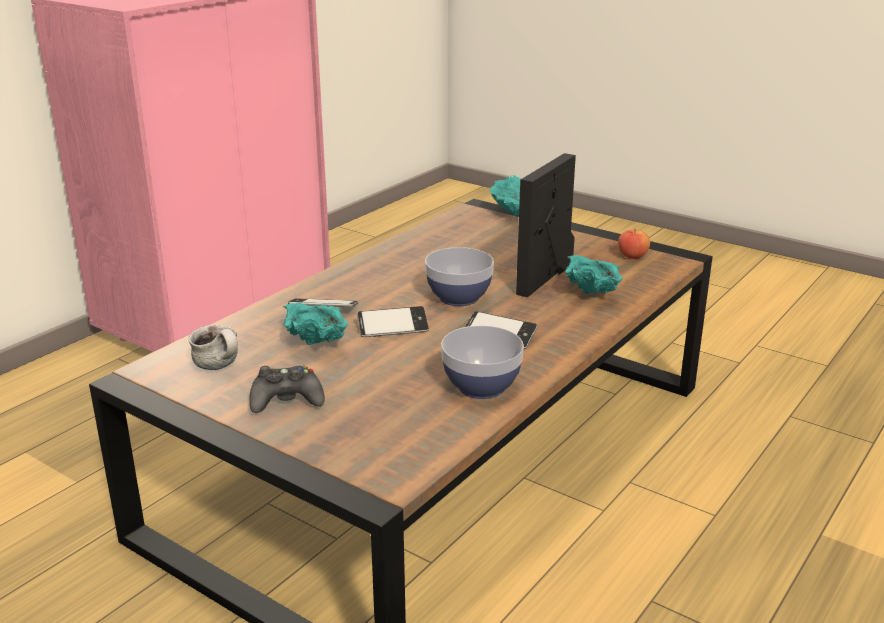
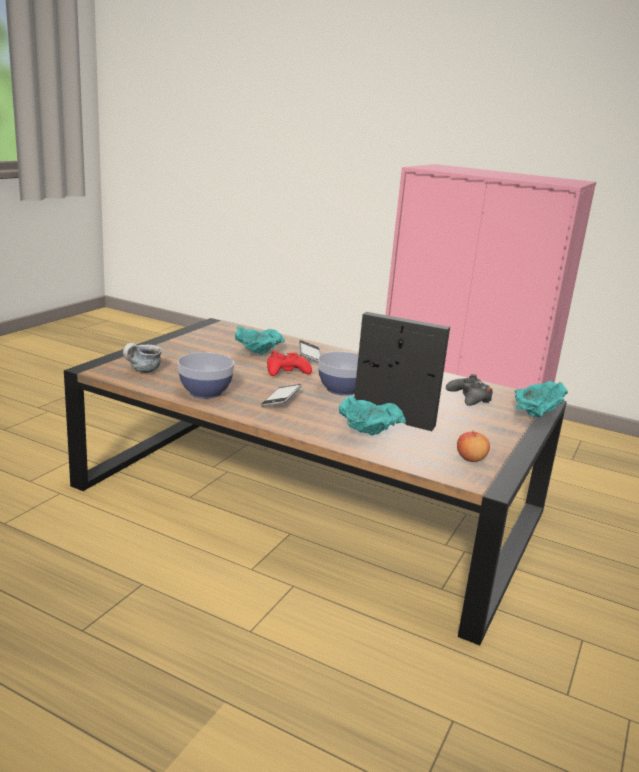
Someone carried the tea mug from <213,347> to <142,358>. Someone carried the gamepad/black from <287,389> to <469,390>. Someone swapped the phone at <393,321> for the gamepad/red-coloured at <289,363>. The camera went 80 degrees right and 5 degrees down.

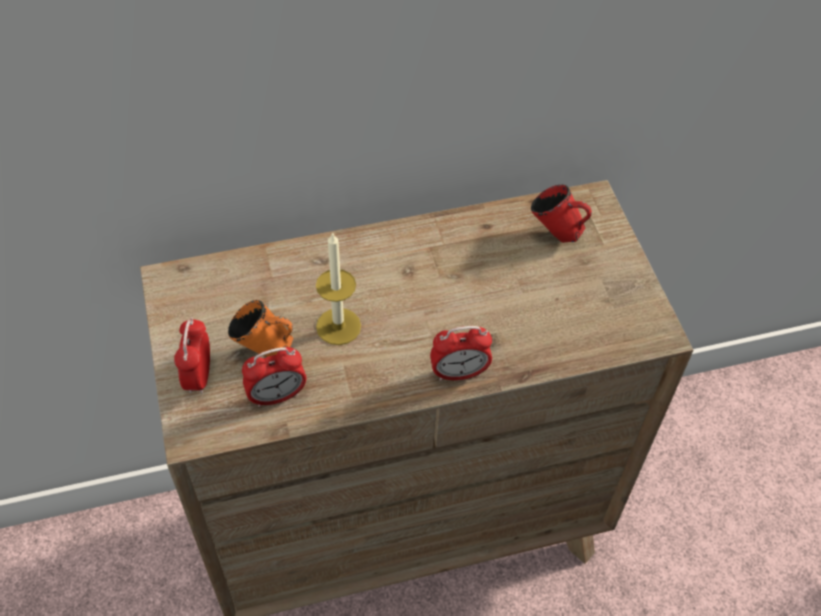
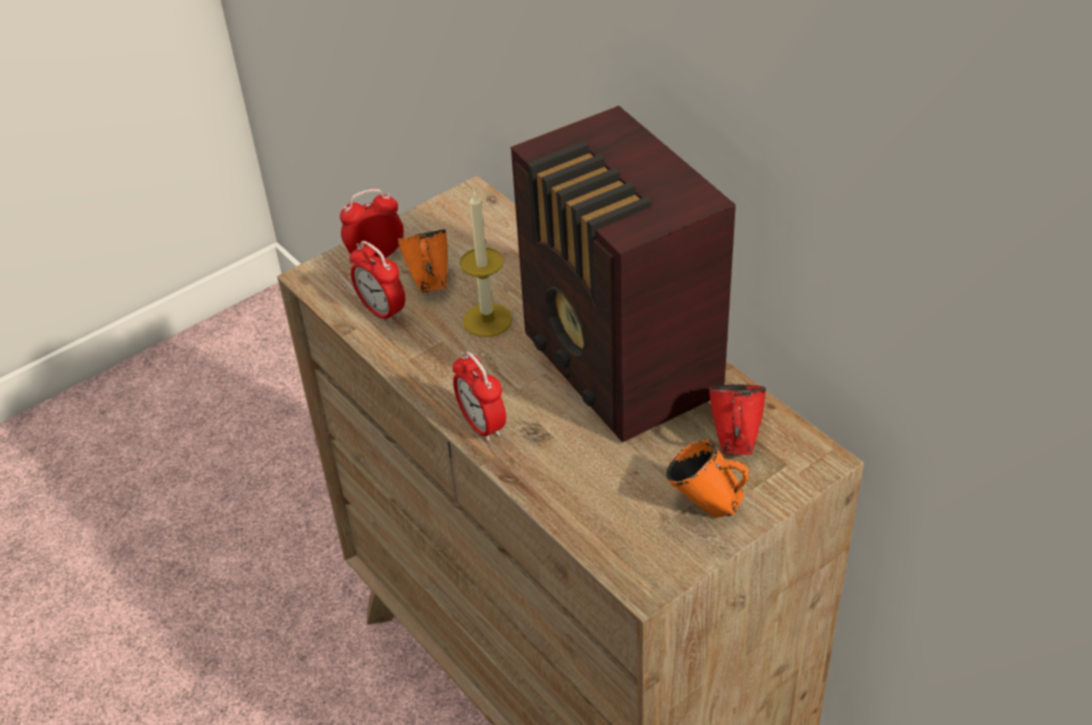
Someone put down the radio at <623,274>. Someone put down the tea mug/orange-coloured at <708,478>. The camera went 70 degrees right and 10 degrees down.

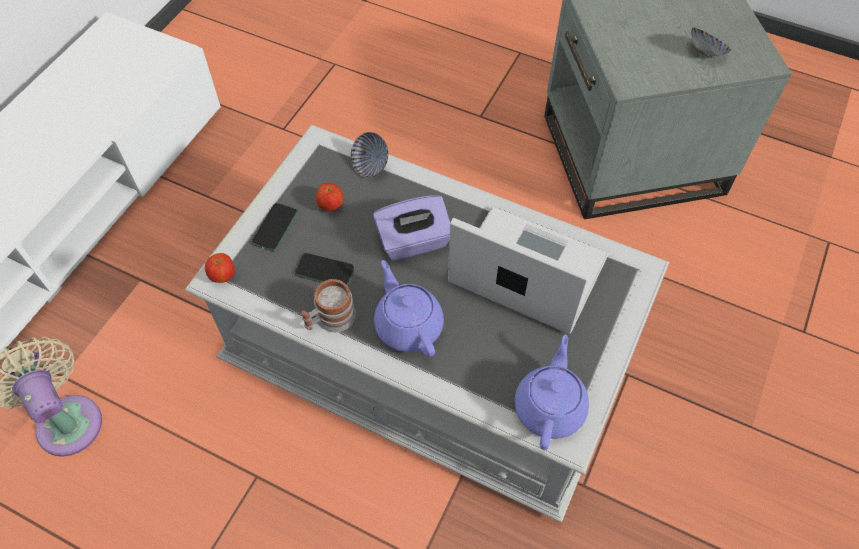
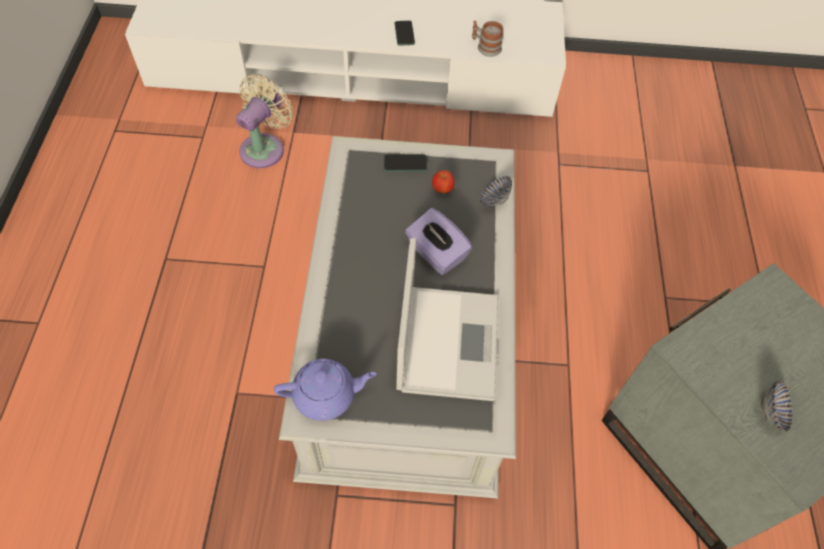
Someone took away the apple at <220,268>. Someone carried the phone from <324,269> to <405,33>. Someone carried the tea mug from <328,305> to <488,39>. Someone took away the pot for tea/purplish at <409,308>. The camera went 65 degrees right and 0 degrees up.

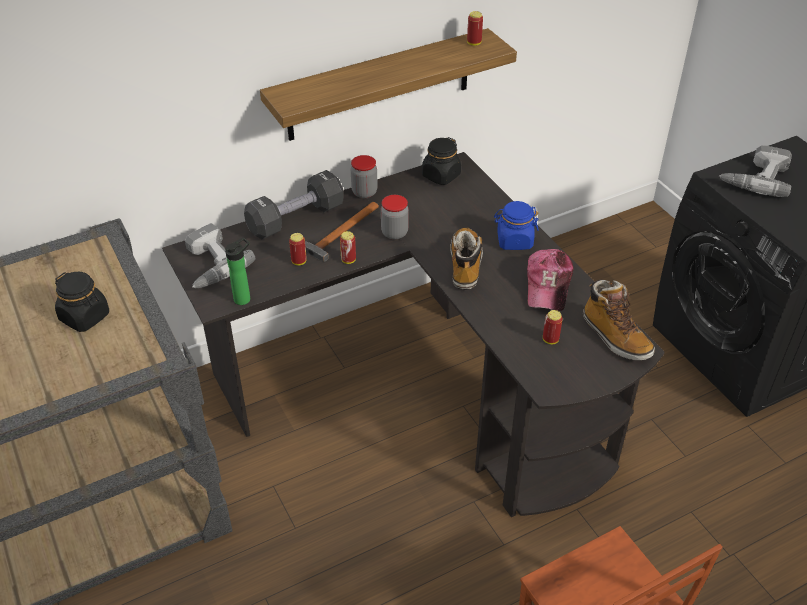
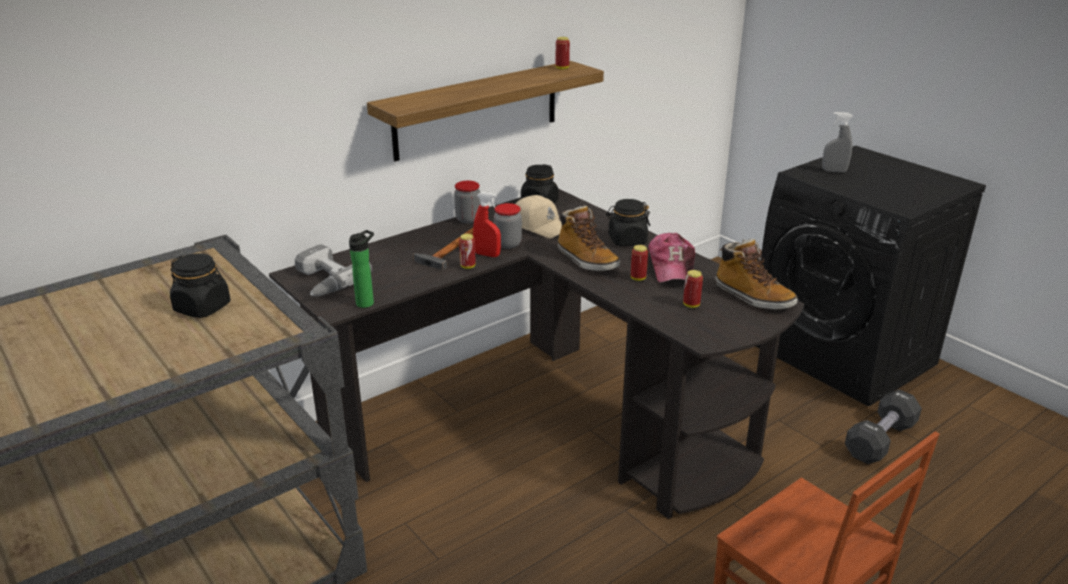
Someone carried the dumbbell/black from <294,204> to <883,426>. Someone carried the sealed can from <298,249> to <639,263>. Someone rotated the boot at <466,259> by 150 degrees clockwise. Someone repainted the jar/bluish at <516,225>, which became the jar/black at <628,222>. Someone swapped the drill at <755,171> for the hand sprayer/greyish at <837,142>. Someone put down the hand sprayer/red-coloured at <487,224>. Someone put down the peaked cap/sand-coloured at <539,216>. The camera went 10 degrees left and 15 degrees down.

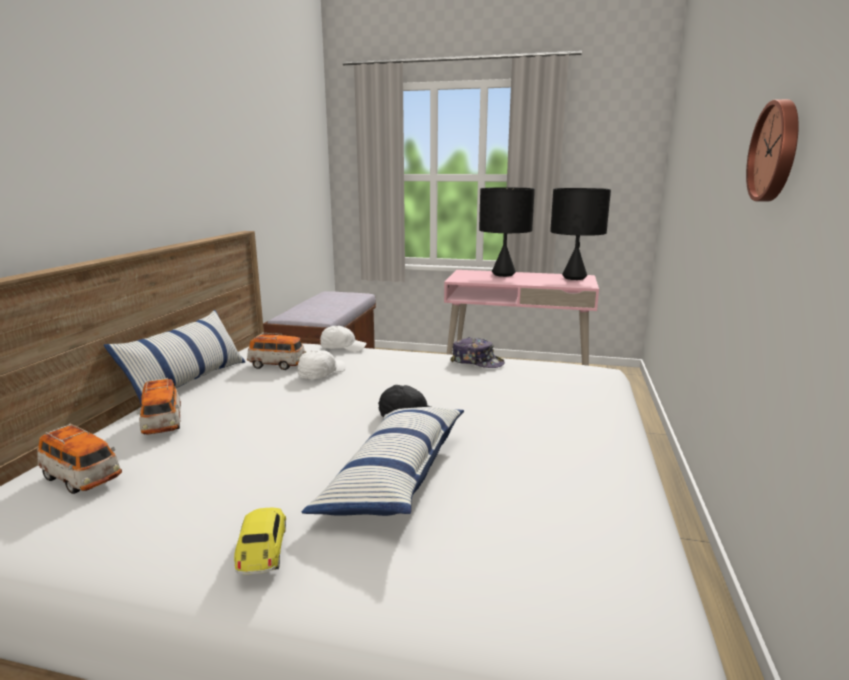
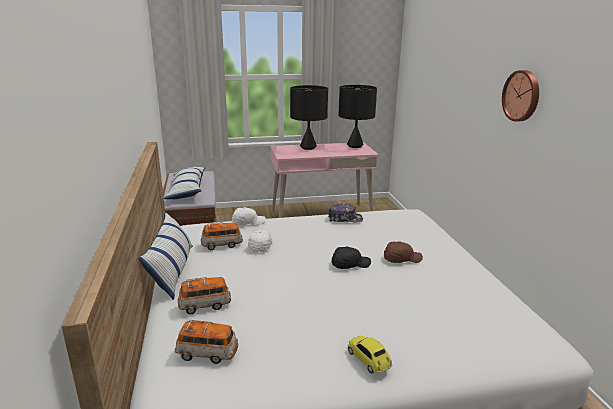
Someone rotated the toy car at <159,406> by 60 degrees counterclockwise. Someone carried the pillow from <383,461> to <185,183>. Someone put down the peaked cap/brown at <403,252>. The camera went 25 degrees left and 5 degrees up.

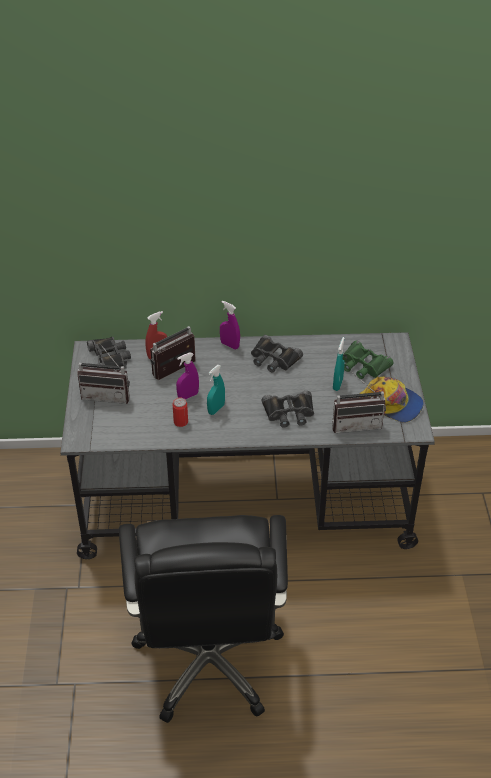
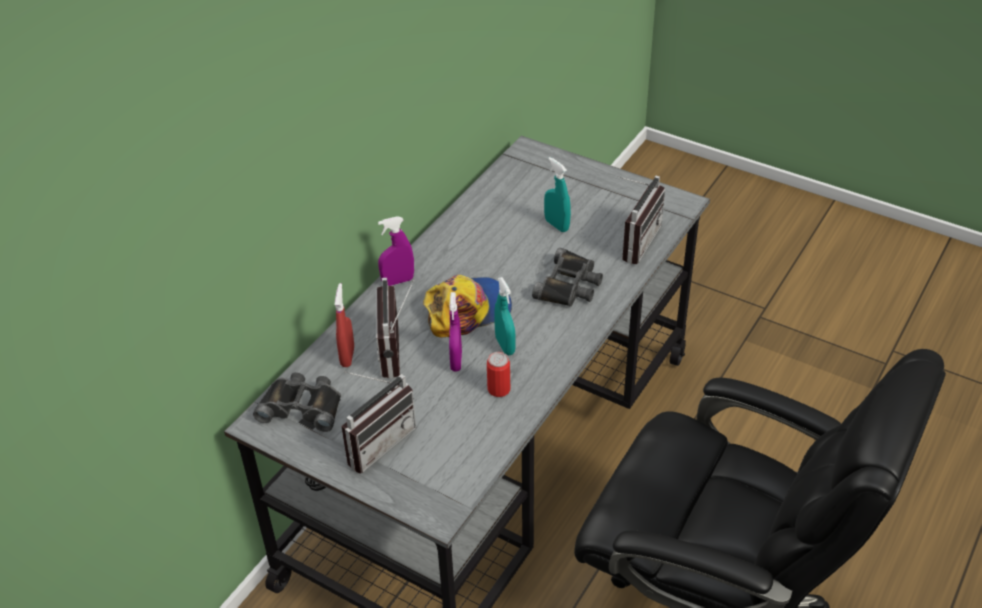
Someone took away the binoculars/black at <277,354>. Someone took away the binoculars/green-coloured at <368,359>. Someone carried the peaked cap from <391,400> to <467,306>. The camera went 55 degrees left and 0 degrees up.

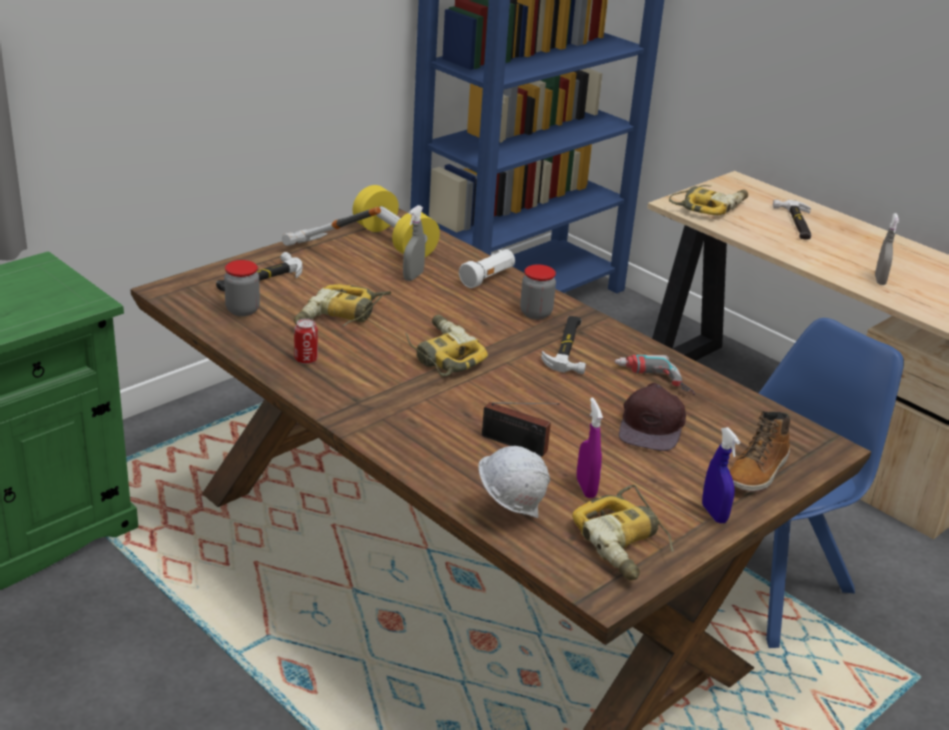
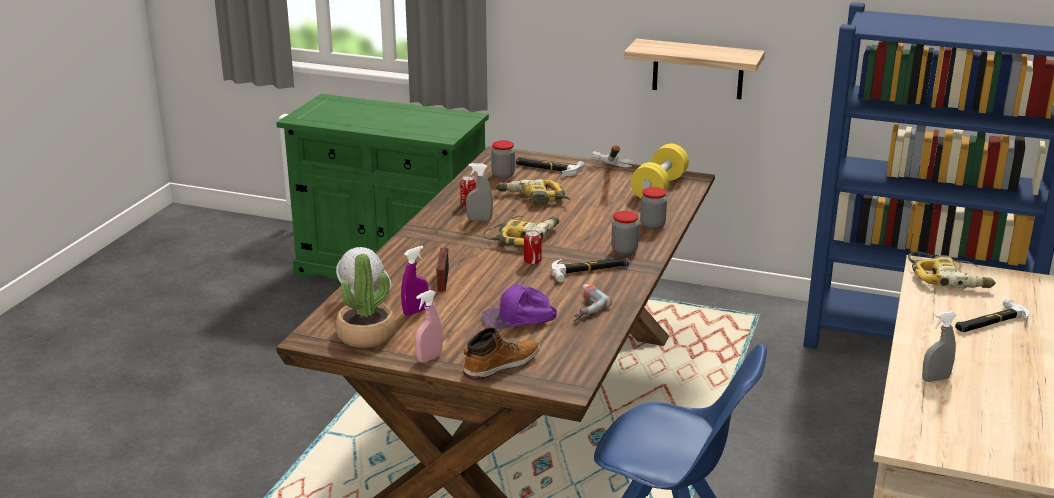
Someone carried the hand sprayer/greyish from <414,243> to <479,192>. Someone swapped the torch/whitish at <487,268> for the jar at <653,208>. Someone swapped the drill at <622,532> for the houseplant at <365,301>. Someone repainted the peaked cap/brown at <652,417>, which became the peaked cap/purplish at <519,306>. Someone repainted the hand sprayer/bluish at <721,475>, which became the hand sprayer/pinkish at <429,326>. Someone rotated the boot at <759,451> by 135 degrees clockwise. Someone put down the sealed can at <532,247>. Someone put up the bracket shelf at <694,69>. The camera went 65 degrees right and 5 degrees down.

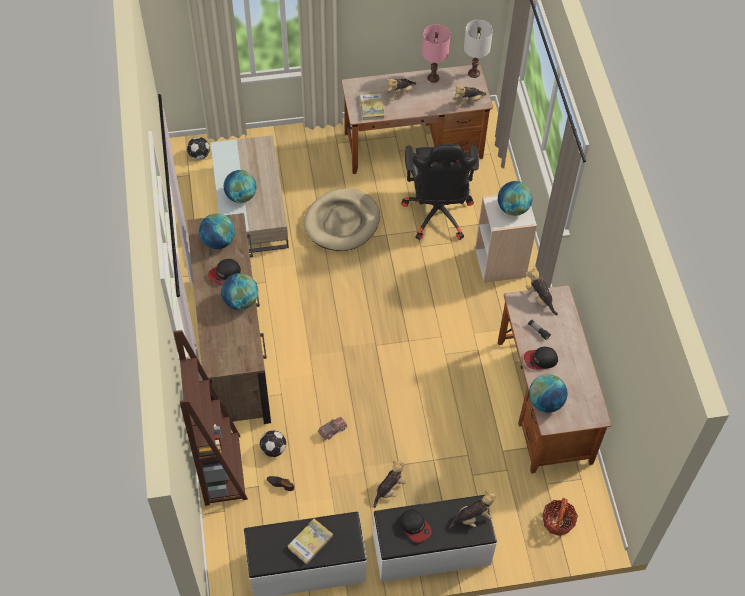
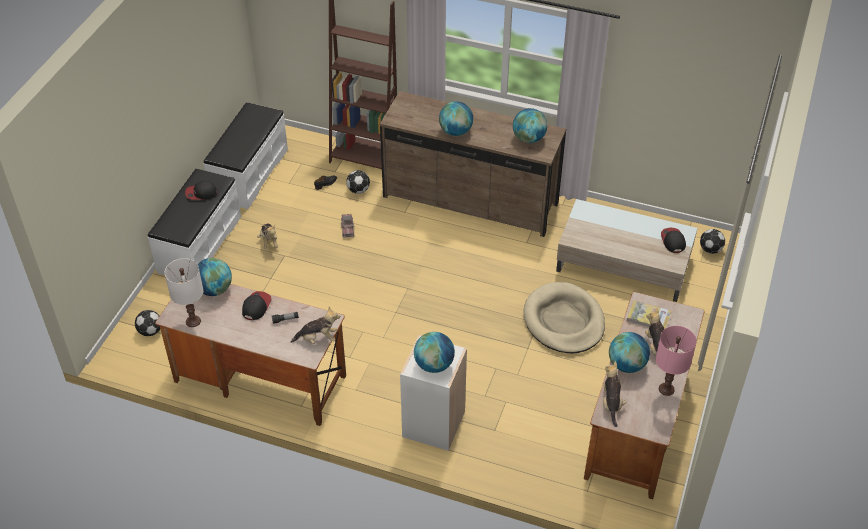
Someone carried the peaked cap from <224,272> to <673,240>. Someone carried the world globe from <240,186> to <629,352>. Someone took away the book at <310,541>. Someone took away the desk chair/black at <440,192>. Someone took away the soft toy at <472,510>. Someone carried the tabletop lamp/whitish from <478,49> to <184,292>. Someone swapped the basket at <560,517> for the ball for football at <147,323>. The camera went 120 degrees right and 10 degrees down.

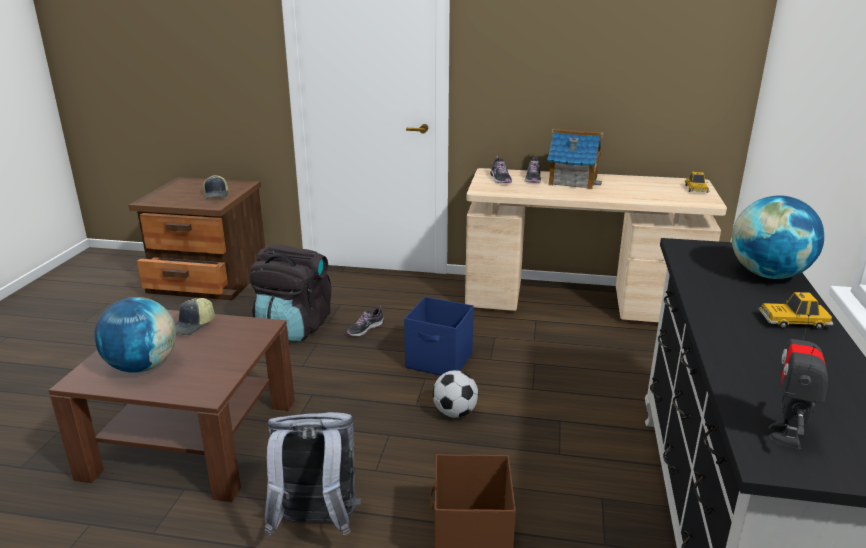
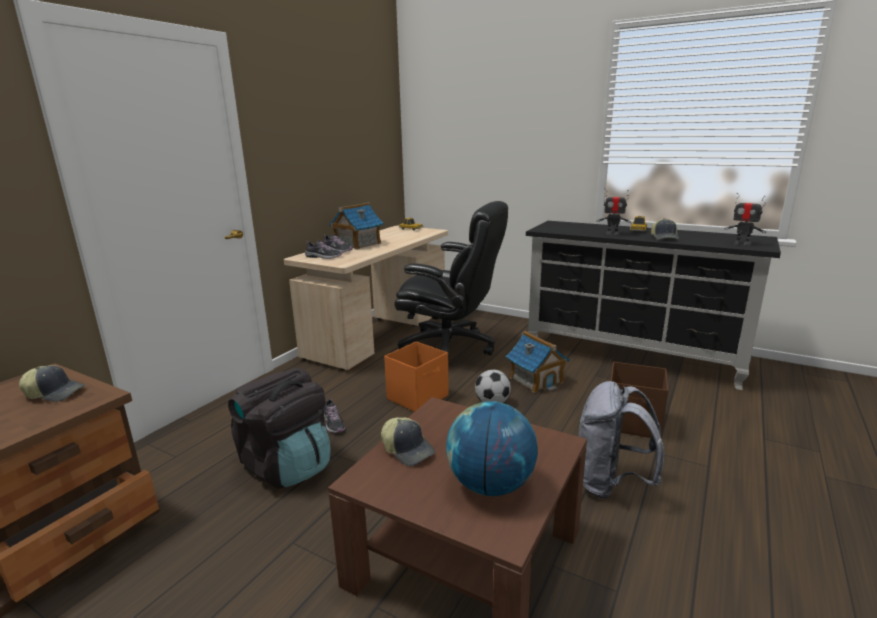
Someone repainted the storage bin/bluish at <439,336>, which became the storage bin/orange-coloured at <416,377>. Someone took away the world globe at <777,237>. Someone put down the desk chair/black at <451,279>. Someone put down the toy house at <538,362>. Someone put down the model robot at <614,212>. Someone put down the peaked cap at <665,229>. The camera went 70 degrees left and 5 degrees down.

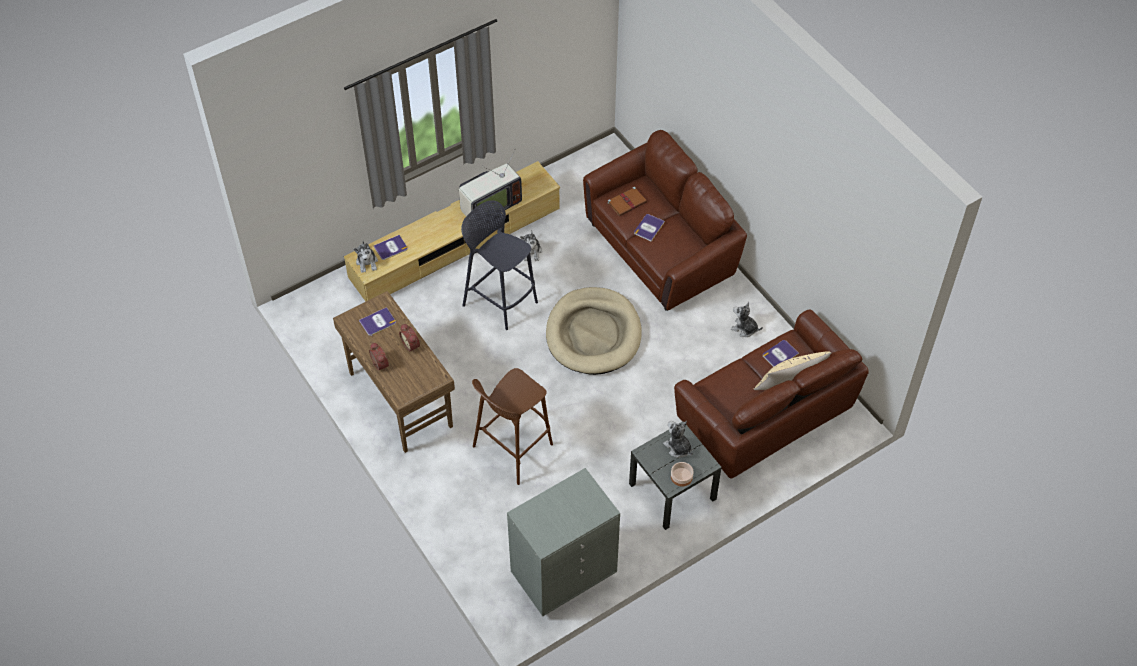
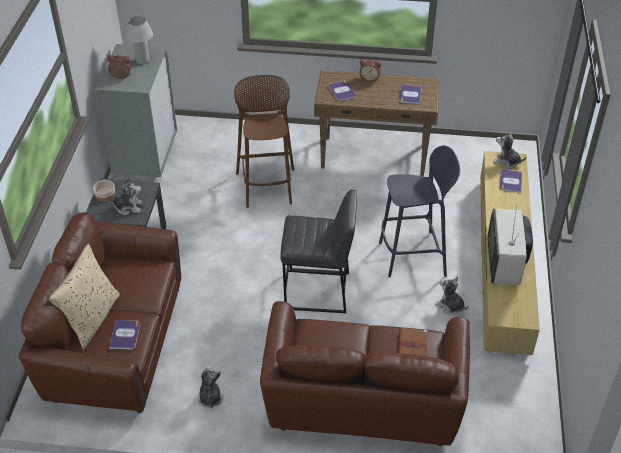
Someone carried the table clock from <409,338> to <119,67>. Someone swapped the pet bed/sand-coloured at <594,331> for the sitting stool/greyish at <318,251>. Someone carried the book from <649,228> to <342,91>. Someone rotated the soft toy at <747,319> by 75 degrees counterclockwise. Someone put down the tabletop lamp/whitish at <139,40>. The camera went 130 degrees right and 10 degrees down.

